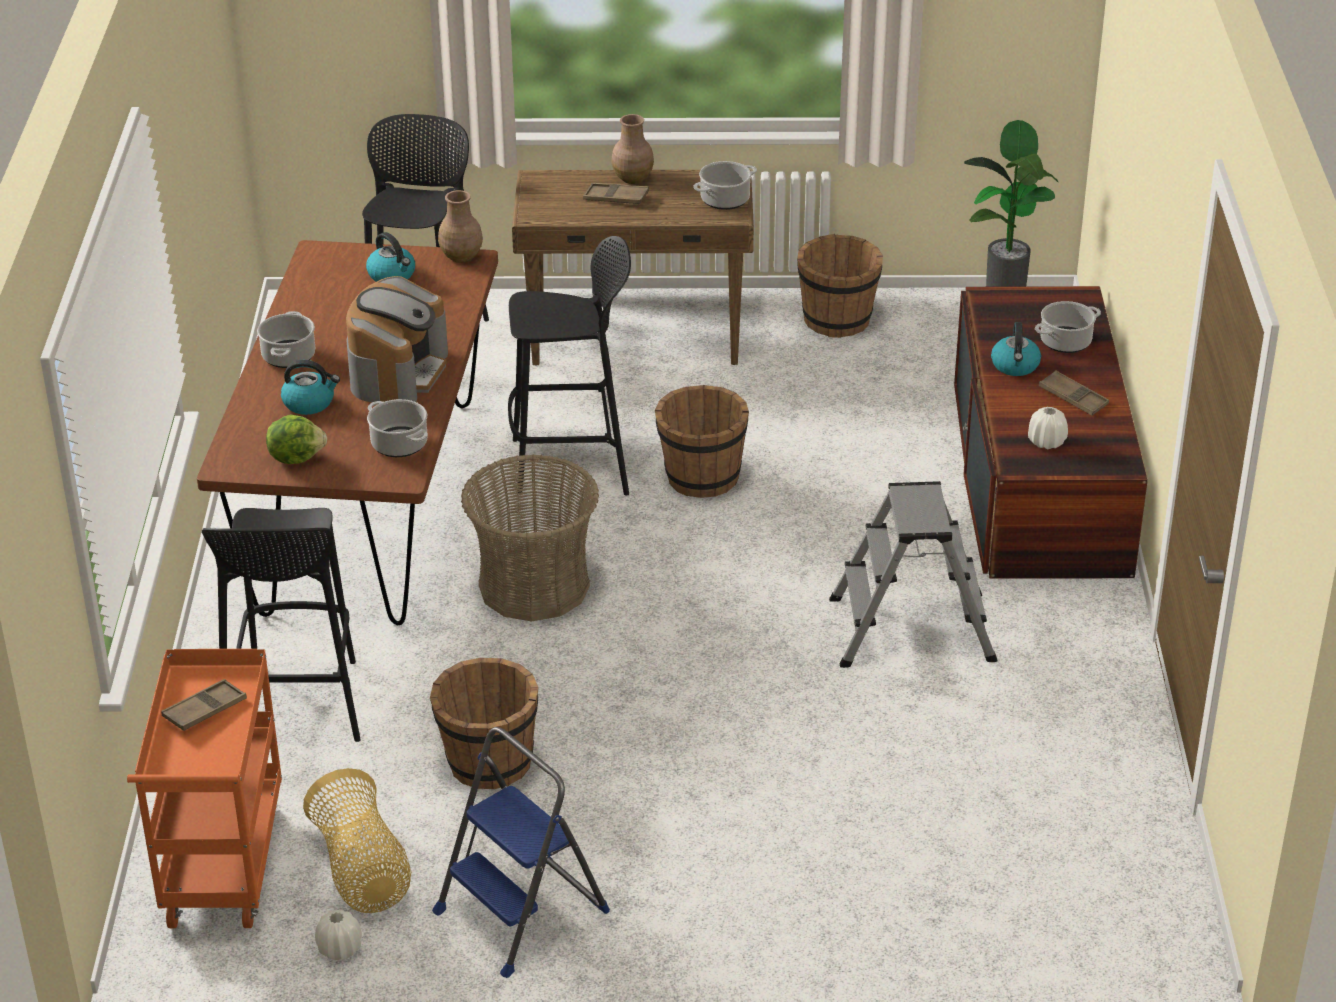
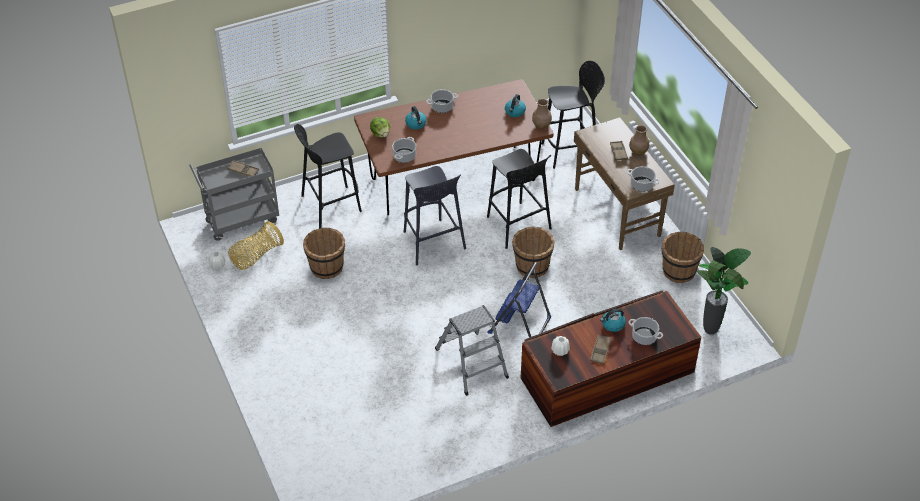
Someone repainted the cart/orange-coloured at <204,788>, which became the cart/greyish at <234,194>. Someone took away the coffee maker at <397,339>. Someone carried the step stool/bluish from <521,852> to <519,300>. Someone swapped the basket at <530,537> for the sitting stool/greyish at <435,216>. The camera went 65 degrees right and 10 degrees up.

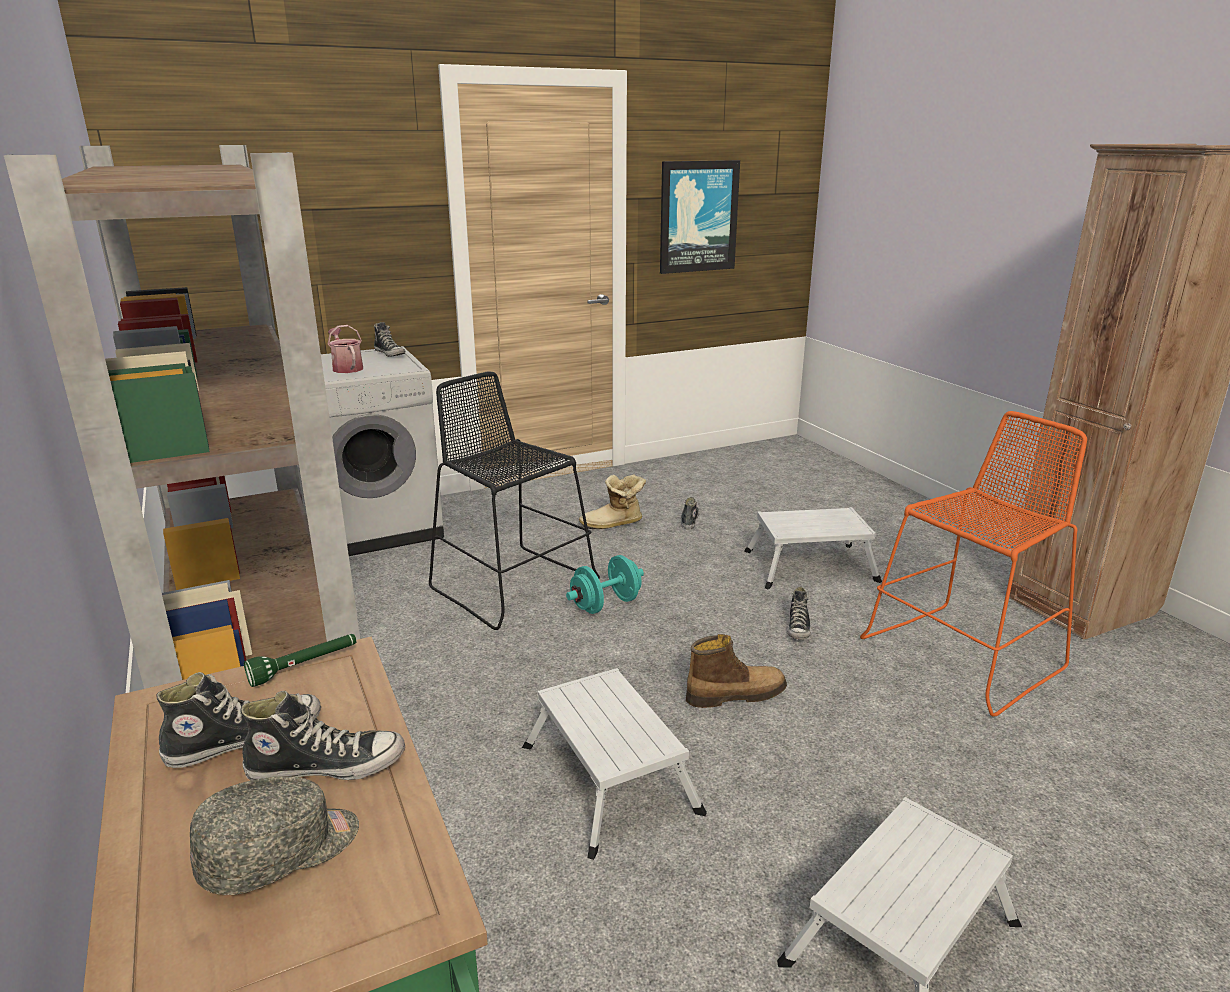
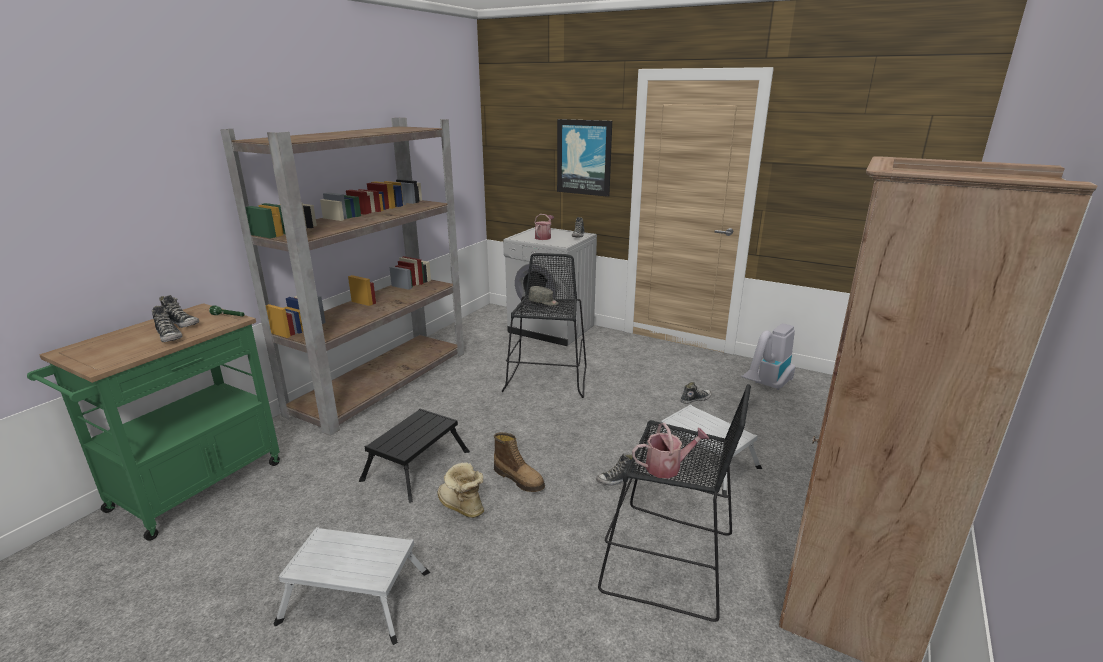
Someone carried the peaked cap/greyish from <274,835> to <543,296>. Someone repainted the step stool/whitish at <614,764>, which became the step stool/black at <414,456>. Someone took away the dumbbell/turquoise-coloured at <605,584>. Someone carried the boot from <612,502> to <461,490>. Someone carried the wall art from <700,217> to <584,158>. Someone repainted the sitting stool/orange-coloured at <973,564>, which became the sitting stool/black at <674,503>. Someone put down the watering pot at <670,451>. Someone put down the vacuum at <768,356>. The camera went 55 degrees right and 0 degrees up.

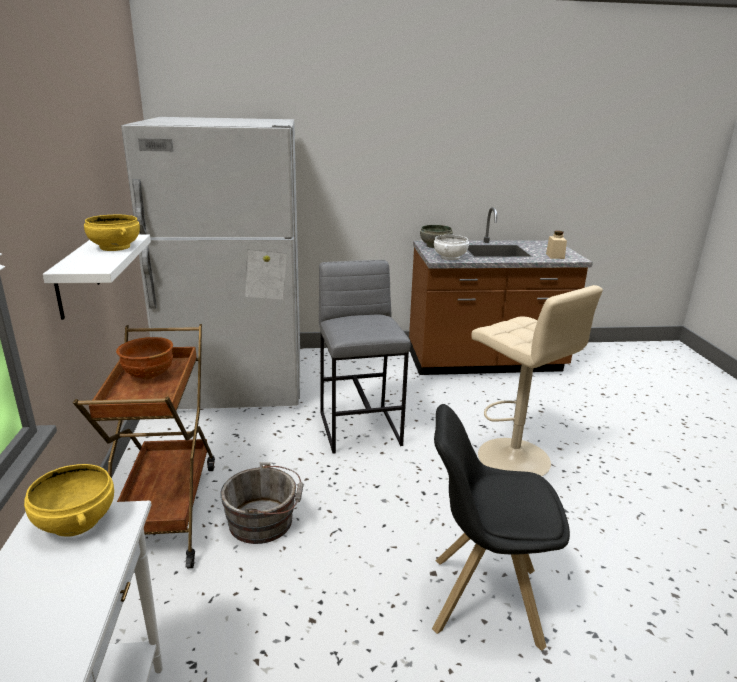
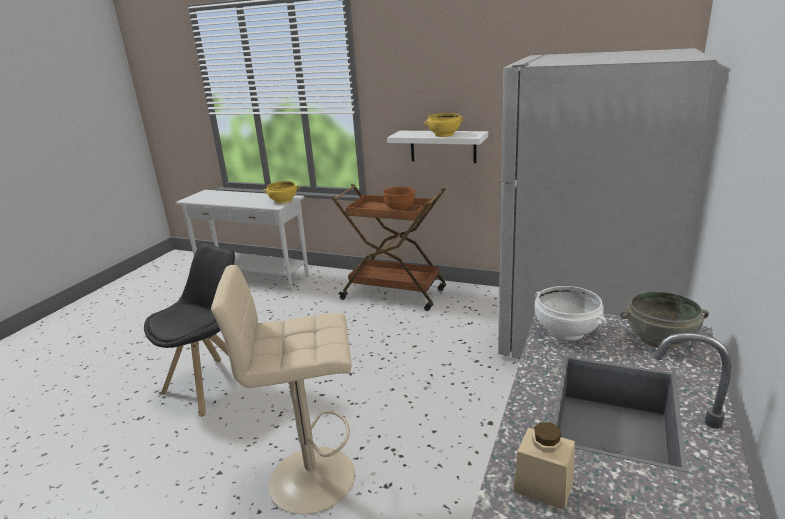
Someone took away the water bucket/greyish at <262,503>. Someone took away the sitting stool/greyish at <365,357>. The camera went 120 degrees right and 0 degrees up.

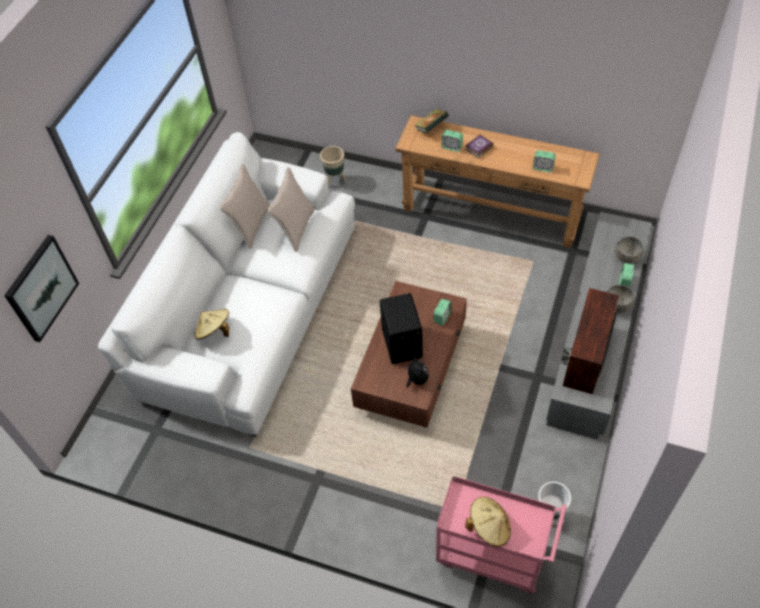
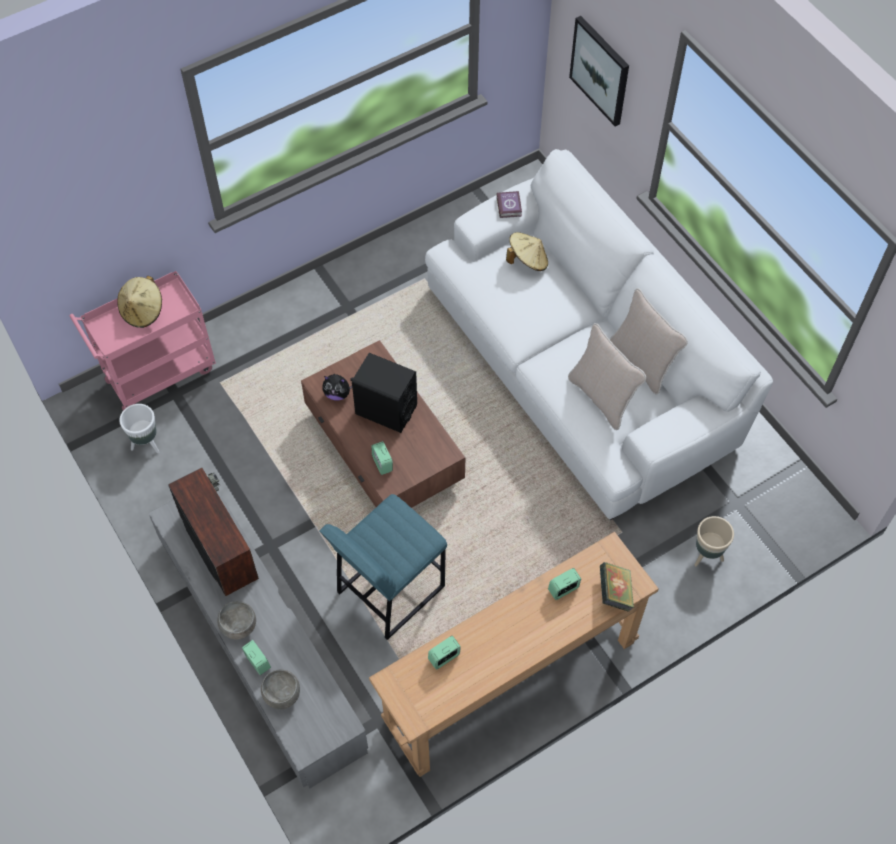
Someone carried the book from <479,146> to <509,204>. Someone put down the sitting stool/bluish at <383,567>. The camera went 125 degrees right and 5 degrees up.

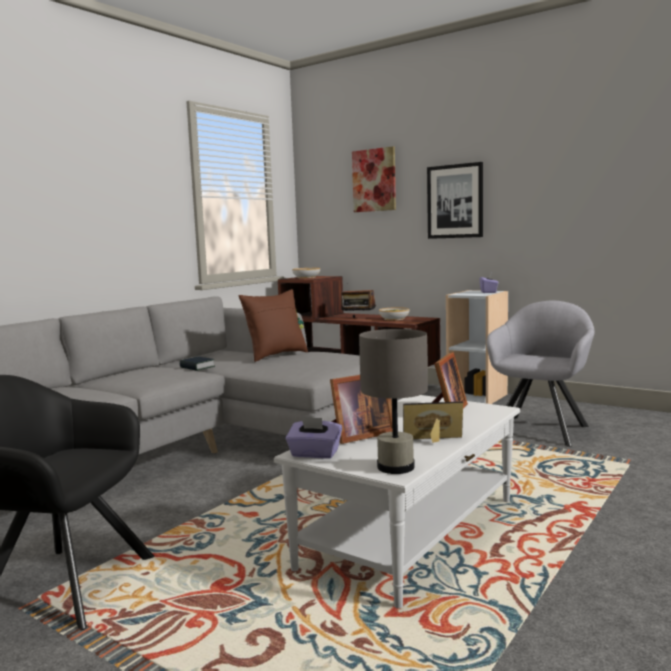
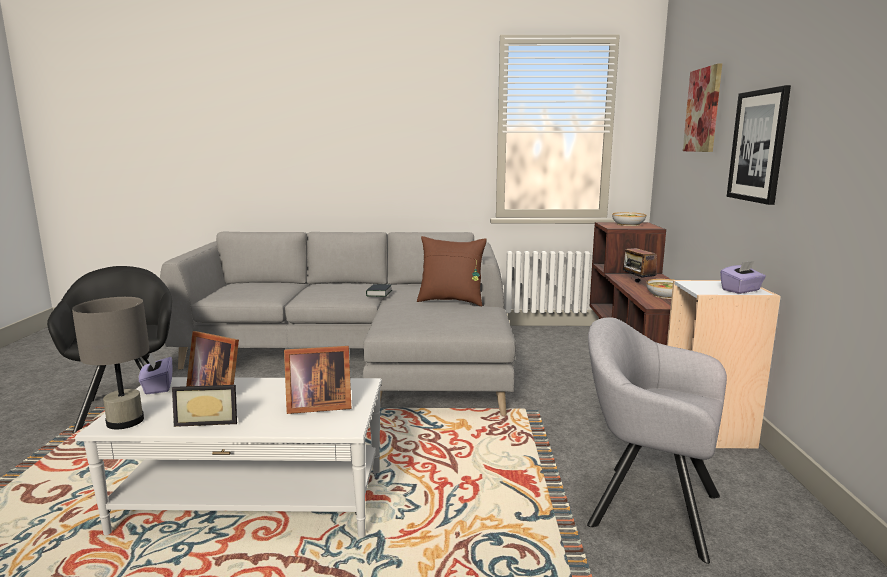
Someone rotated the standing frame at <433,422> by 120 degrees clockwise. Someone rotated the easy chair/greyish at <541,374> by 150 degrees counterclockwise. The camera went 55 degrees right and 5 degrees up.

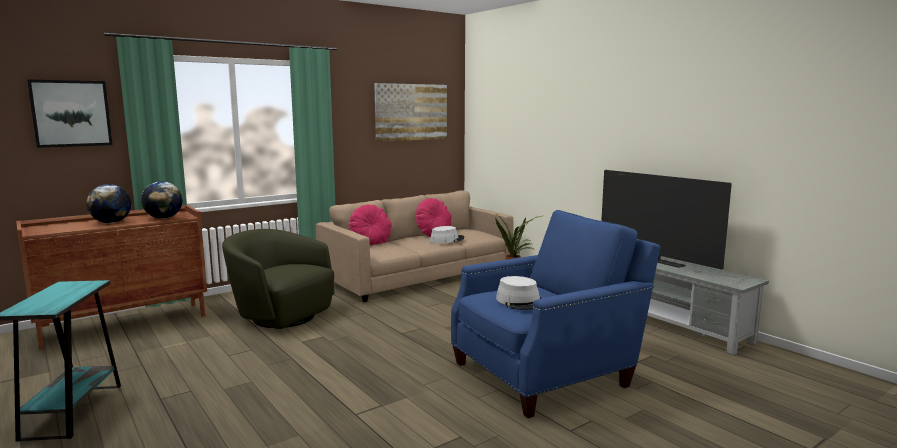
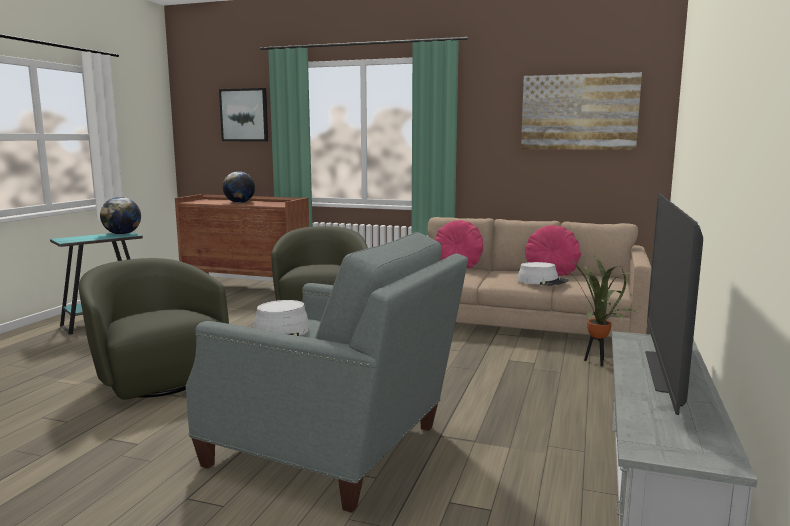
Someone carried the world globe from <162,200> to <120,216>. Someone repainted the easy chair/bluish at <555,314>, which became the easy chair/greyish at <327,372>. Someone put down the easy chair/green-coloured at <154,329>. The camera went 55 degrees right and 0 degrees up.

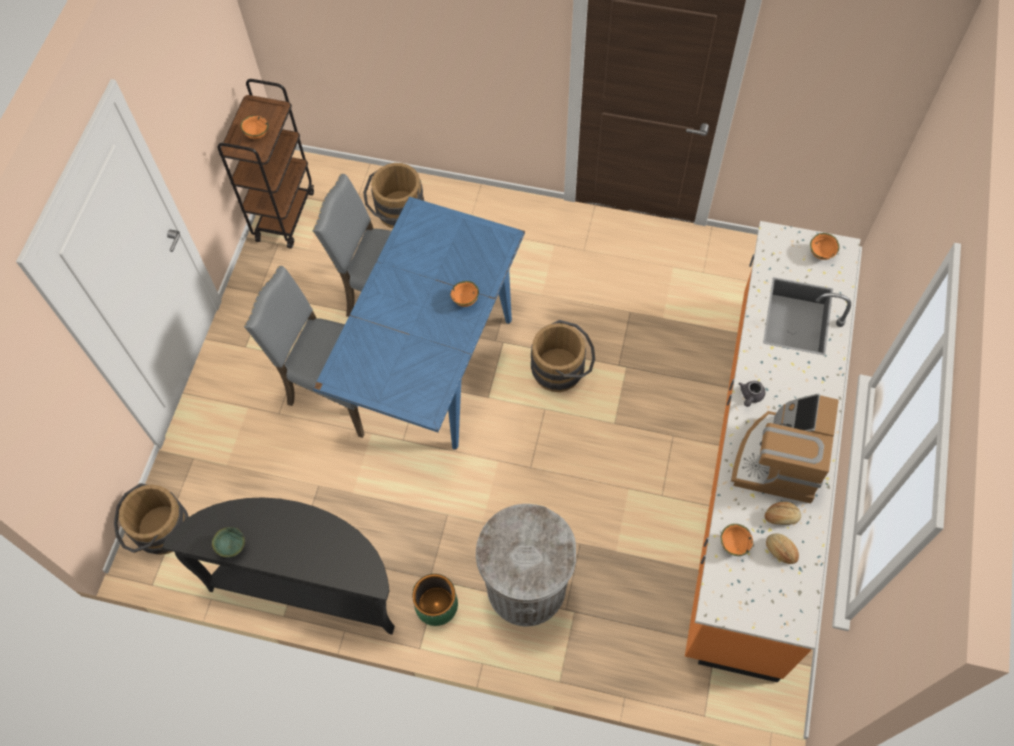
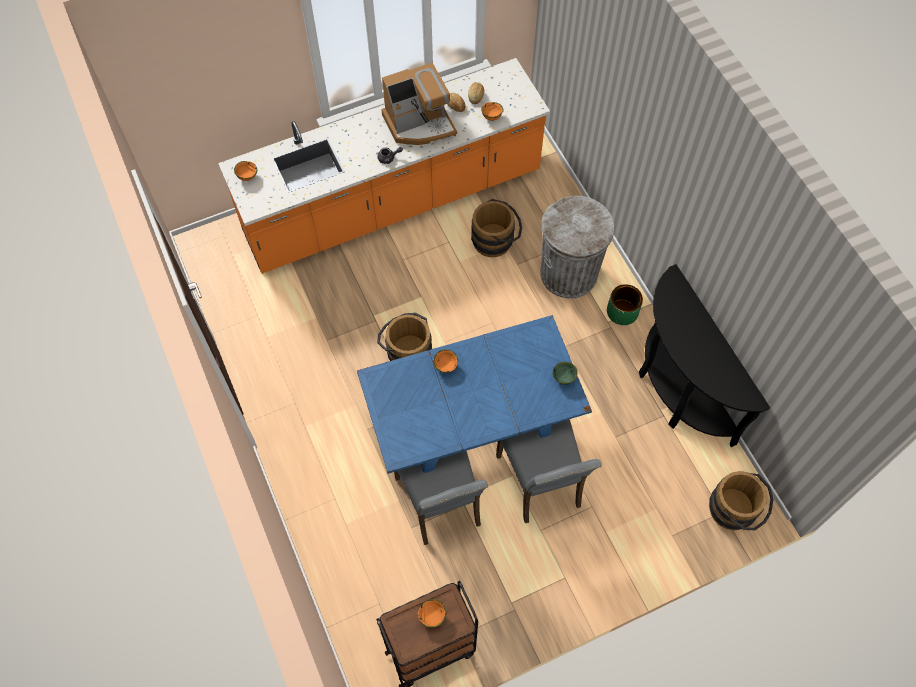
Someone carried the deep dish/green-coloured from <228,542> to <565,373>. Someone carried the water bucket/brown from <393,195> to <496,228>. The camera went 130 degrees left and 0 degrees up.

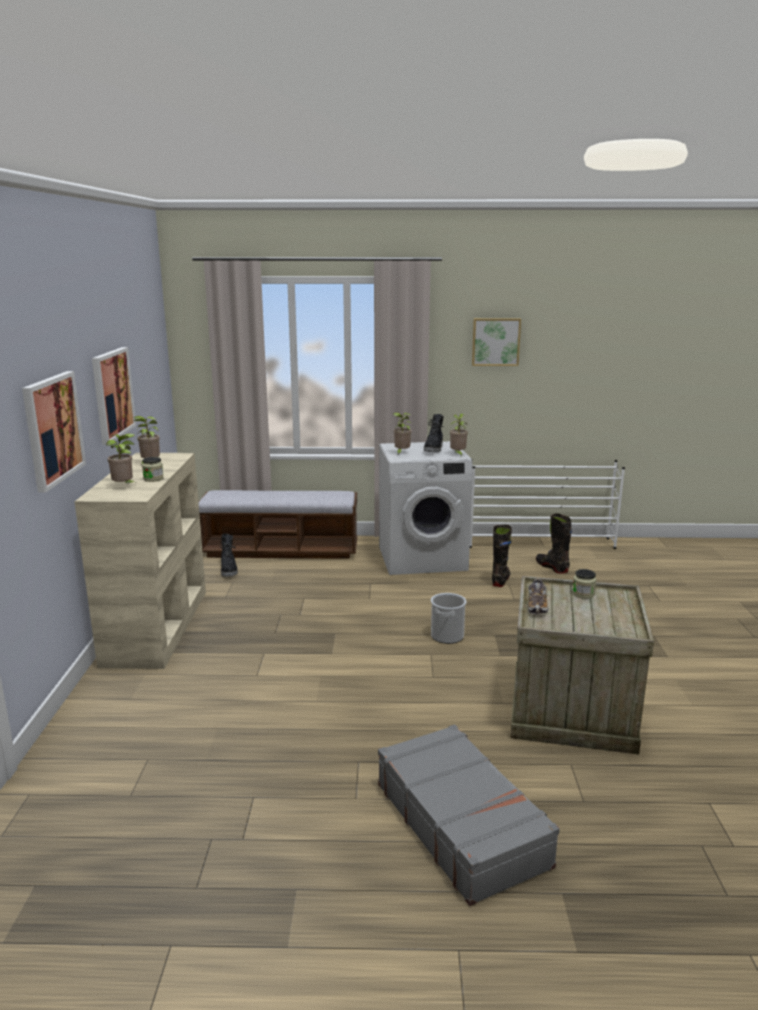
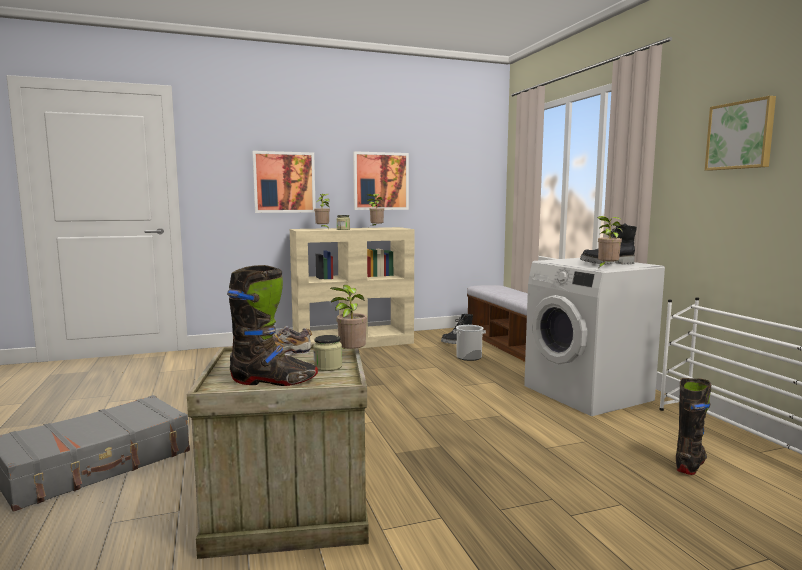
Someone carried the houseplant from <402,434> to <348,317>. Someone carried the water bucket from <449,618> to <469,343>. Someone carried the boot/black from <502,556> to <272,325>. The camera went 70 degrees right and 10 degrees down.

